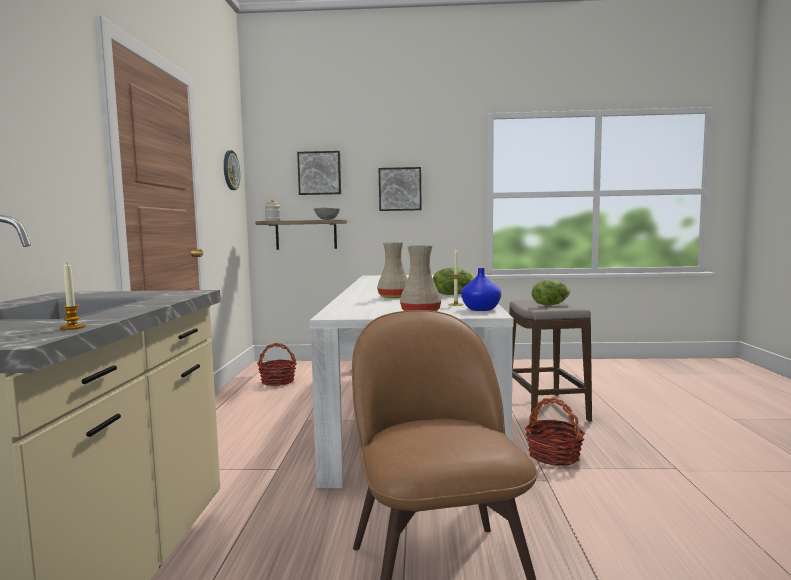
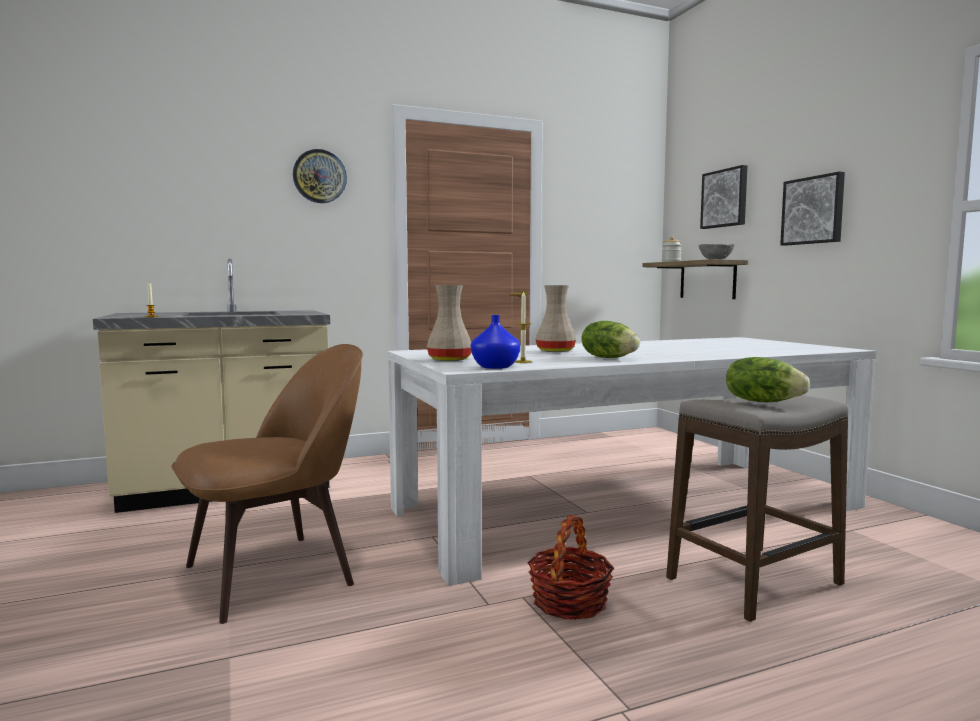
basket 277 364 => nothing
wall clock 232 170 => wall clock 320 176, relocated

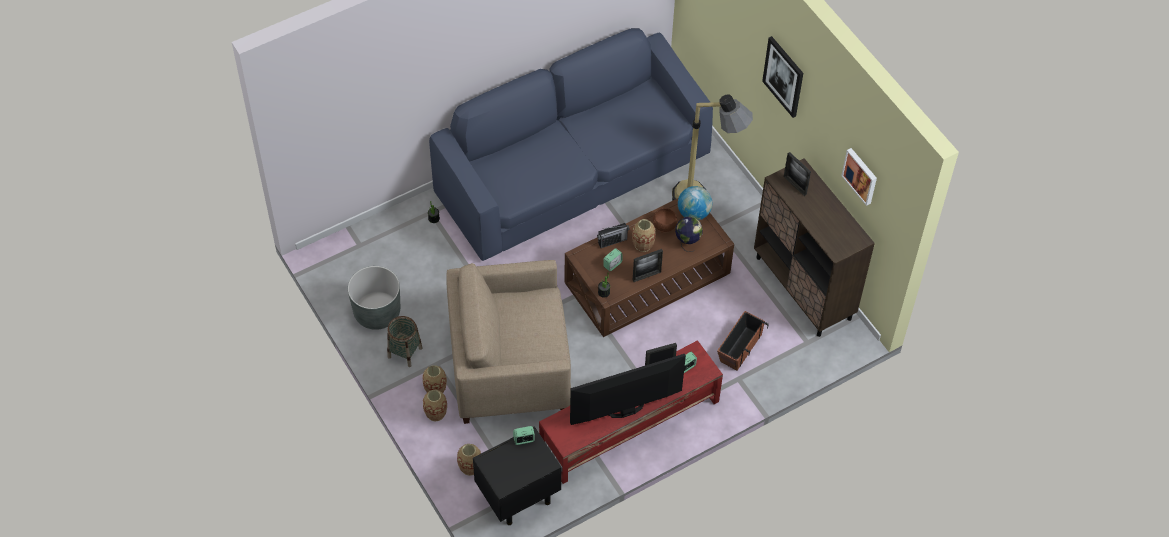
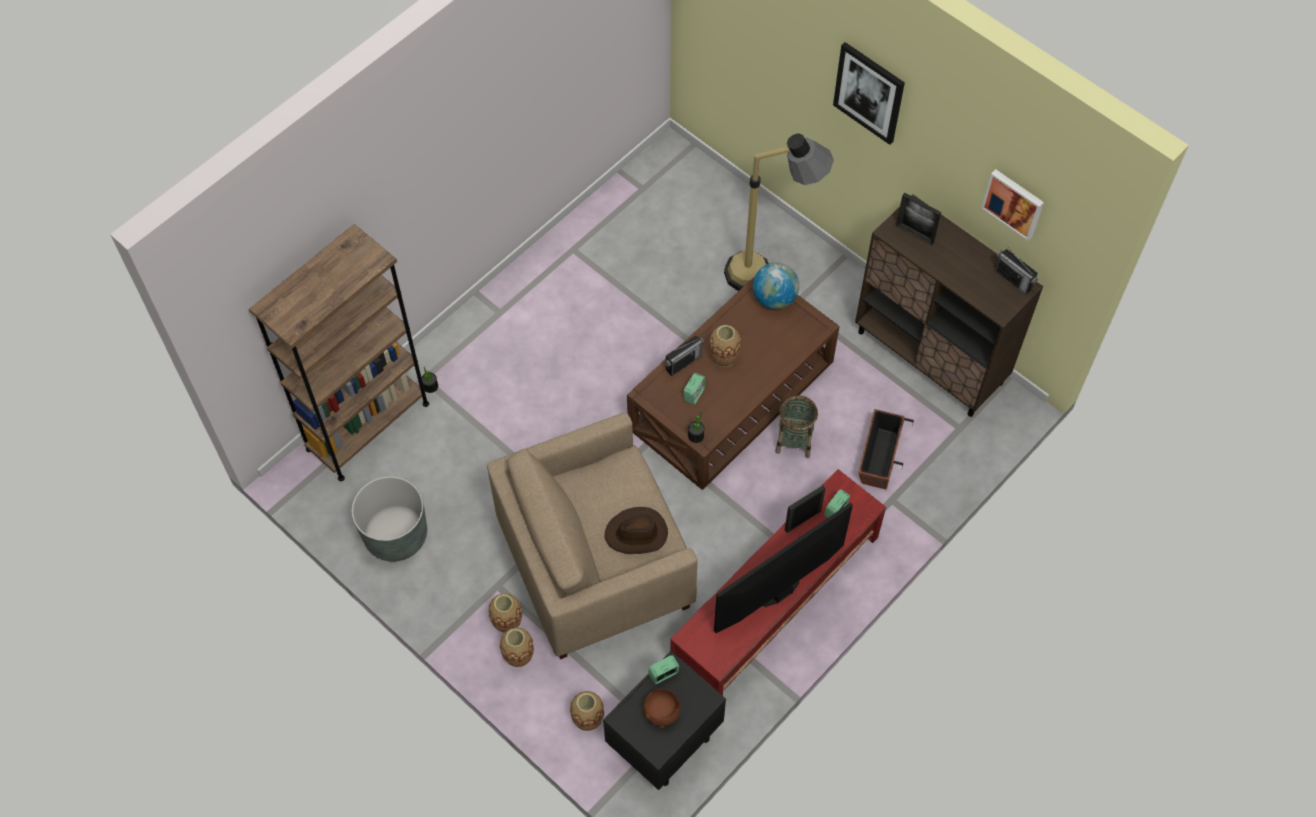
sofa (blue) 571 144 => nothing
picture frame 648 265 => nothing
globe 689 234 => nothing
nothing => bookcase (brown) 339 352
nothing => hat (brown) 636 530
nothing => radio 1016 271
basket 404 341 => basket 796 426, relocated
bowl (brown) 665 220 => bowl (brown) 662 708, relocated

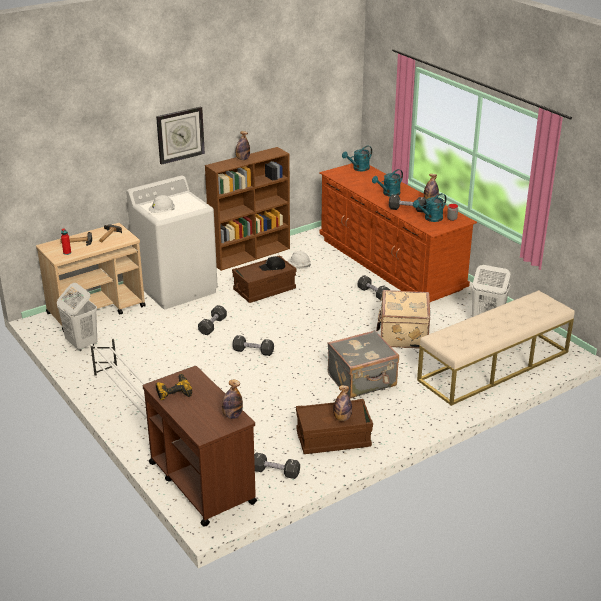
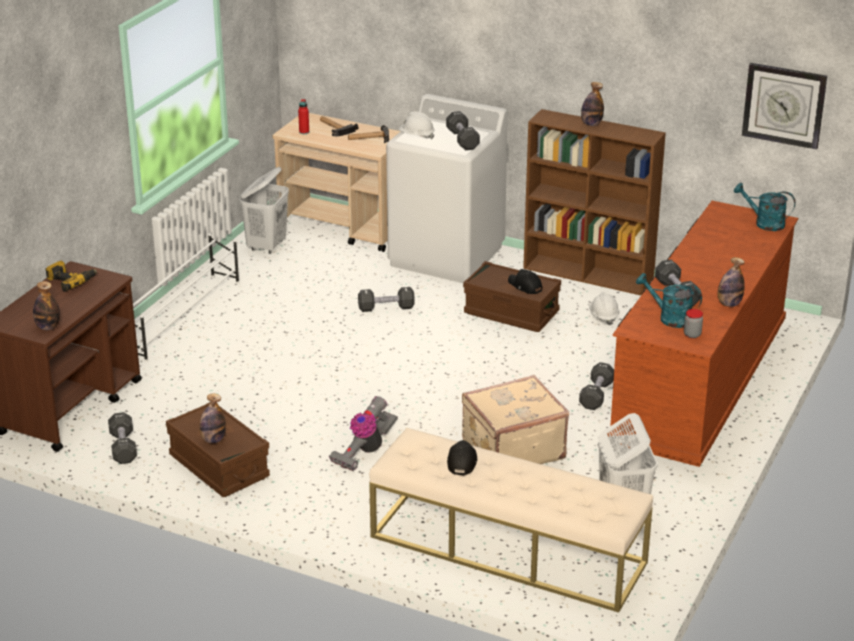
watering can (turquoise) 387 182 => nothing
nothing => cap (black) 462 458
wall clock 180 136 => wall clock 784 106, relocated
dumbbell (black) 253 345 => dumbbell (black) 463 130, relocated
suitcase (grey) 363 364 => vacuum cleaner 363 433

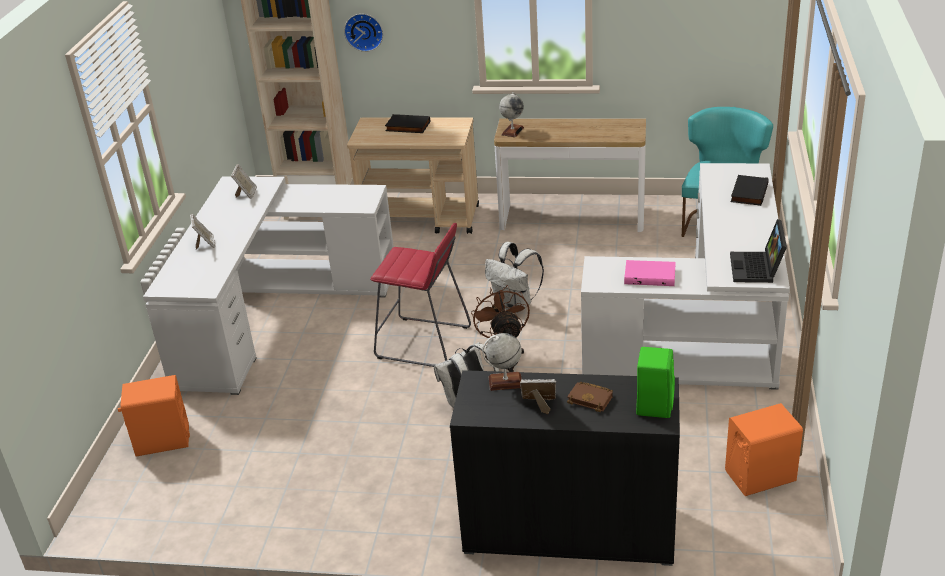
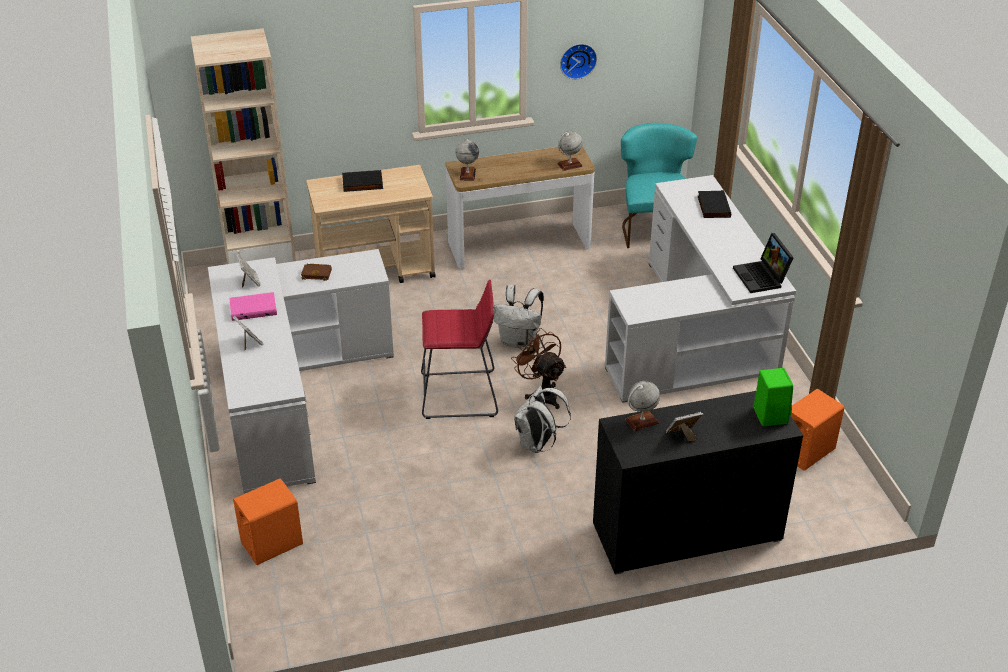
nothing => globe 570 151
wall clock 363 33 => wall clock 578 61, relocated
book (brown) 590 397 => book (brown) 316 272, relocated
book (pink) 650 273 => book (pink) 253 306, relocated

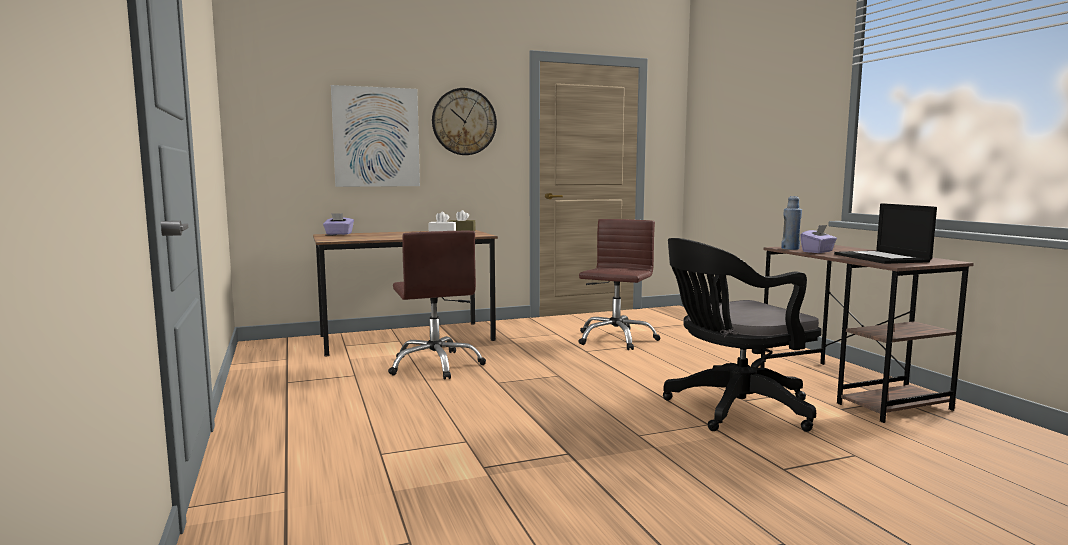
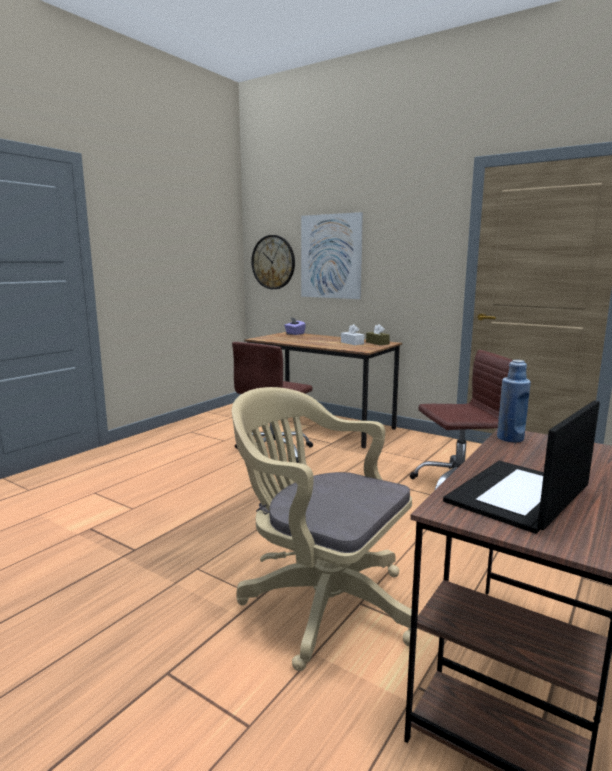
tissue box (purple) 818 239 => nothing
wall clock 464 121 => wall clock 273 262, relocated
office chair (black) 742 335 => office chair (beige) 324 529

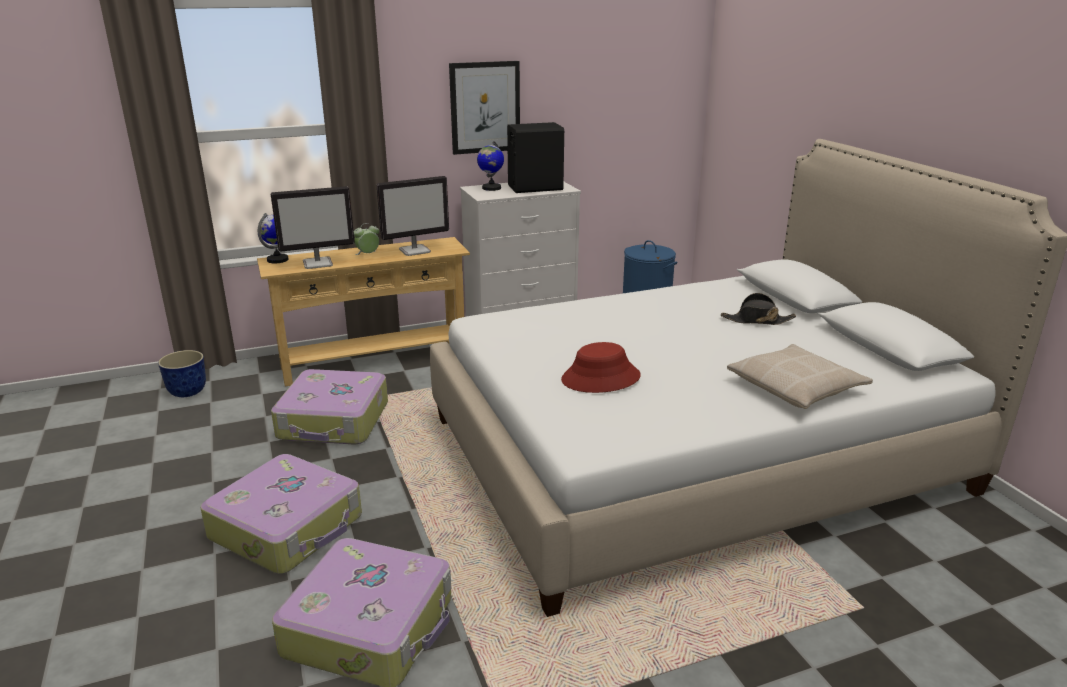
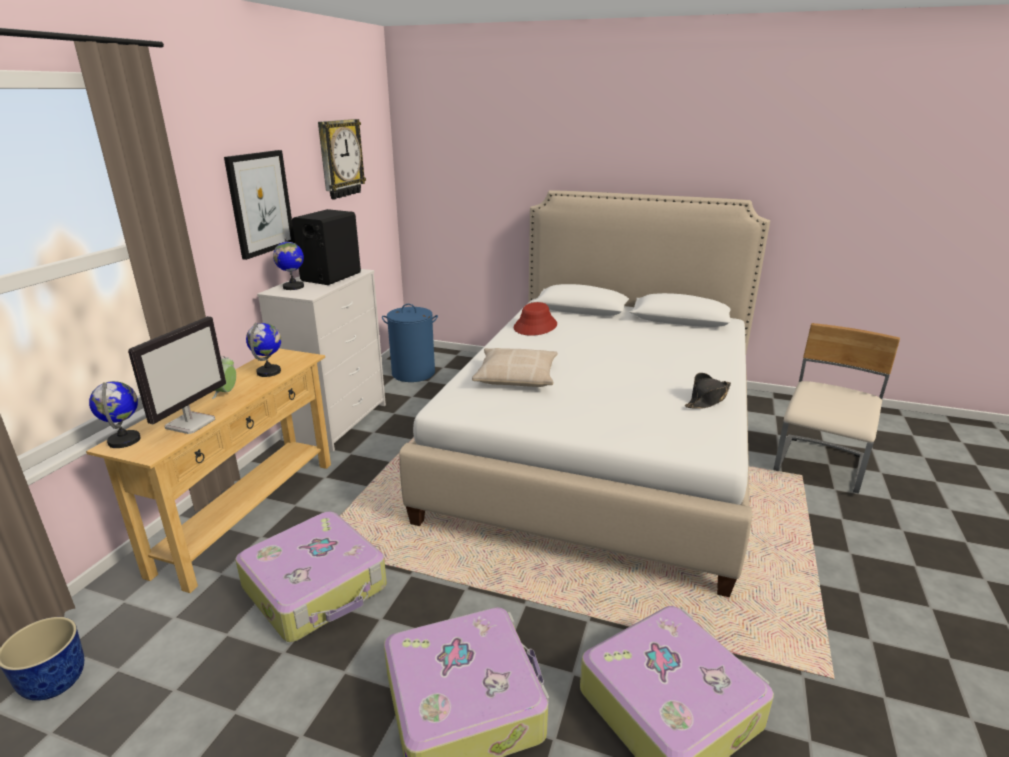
nothing => wall clock 342 159
nothing => chair (beige) 837 408
hat (red) 601 367 => hat (red) 535 319, relocated
hat (black) 758 309 => hat (black) 708 391, relocated
pillow (beige) 800 376 => pillow (beige) 515 367, relocated
monitor 412 216 => globe 263 349

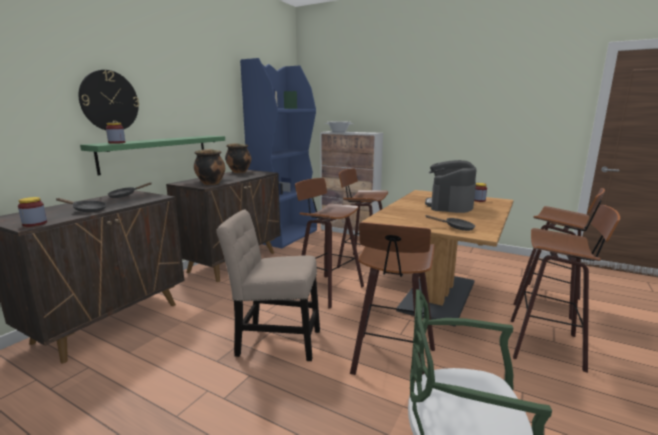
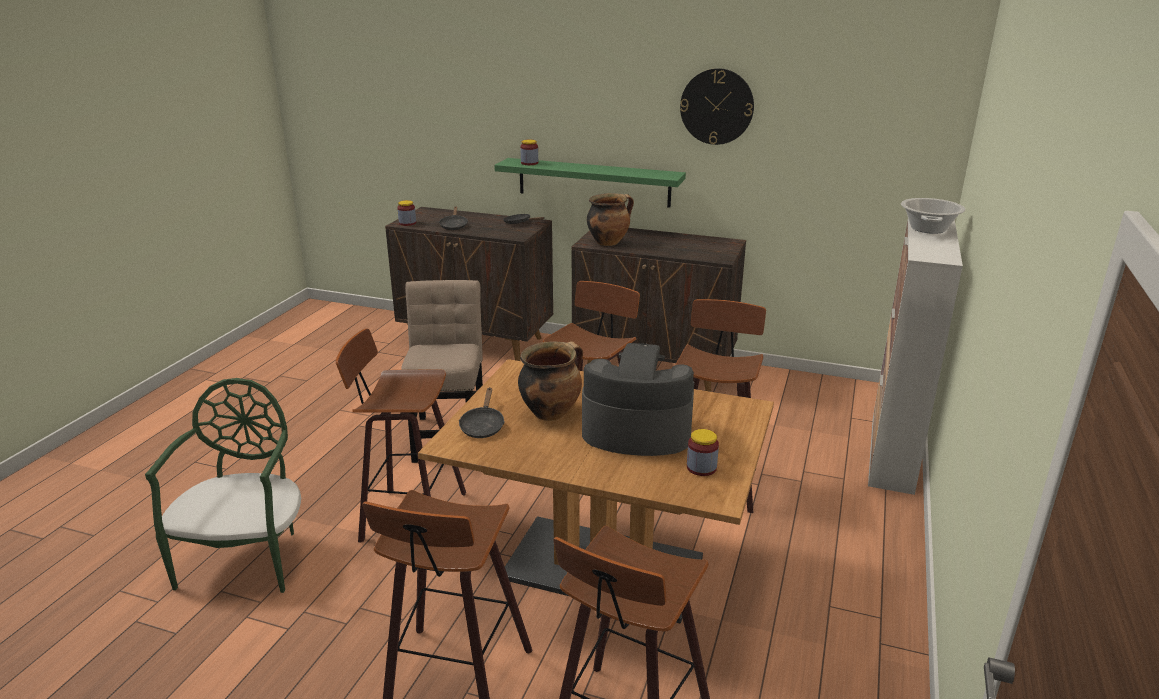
bookcase (blue) 278 153 => nothing
wall clock 109 100 => wall clock 717 106, relocated
cooking pot 238 158 => cooking pot 550 381, relocated

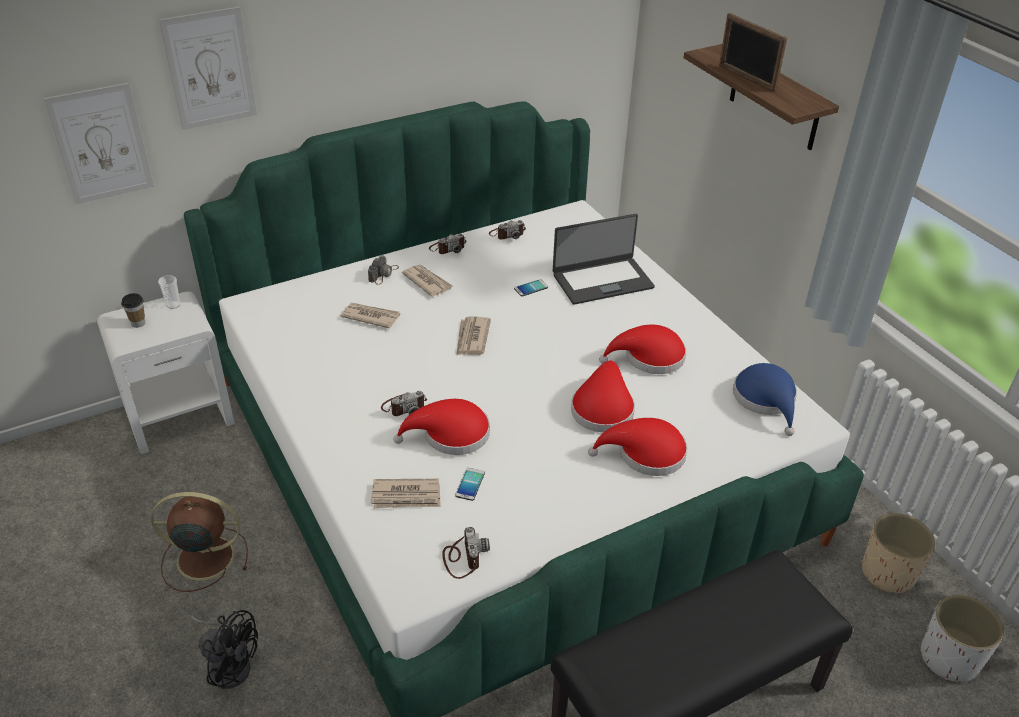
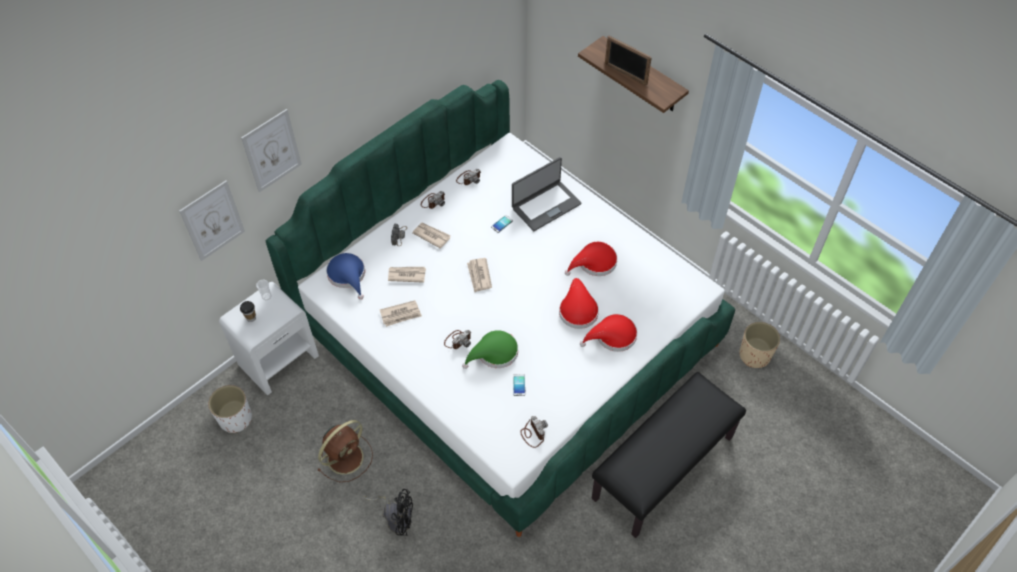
newspaper 406 494 => newspaper 401 313, relocated
hat (blue) 765 399 => hat (blue) 345 276, relocated
planter (white) 962 639 => planter (white) 230 409, relocated
hat (red) 441 427 => hat (green) 490 349
fan (brown) 199 542 => fan (brown) 345 451, 150 degrees clockwise

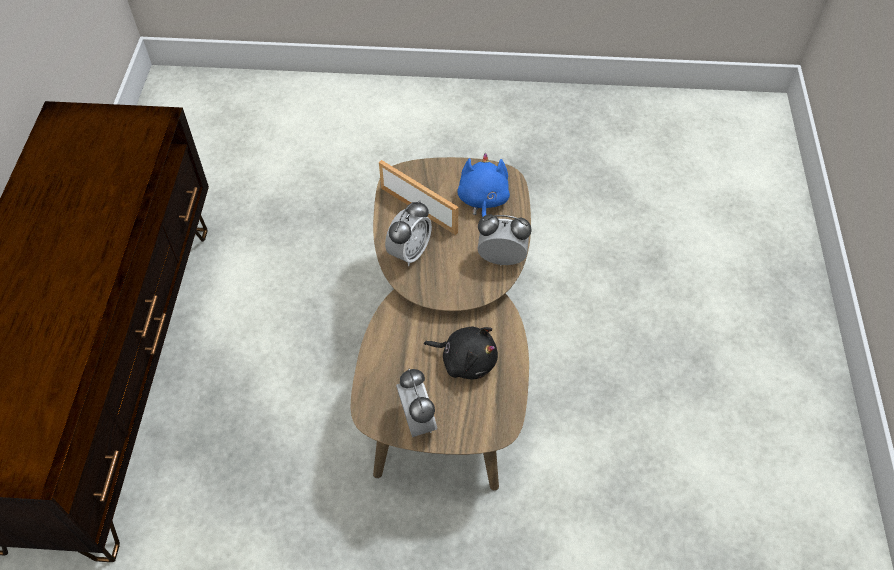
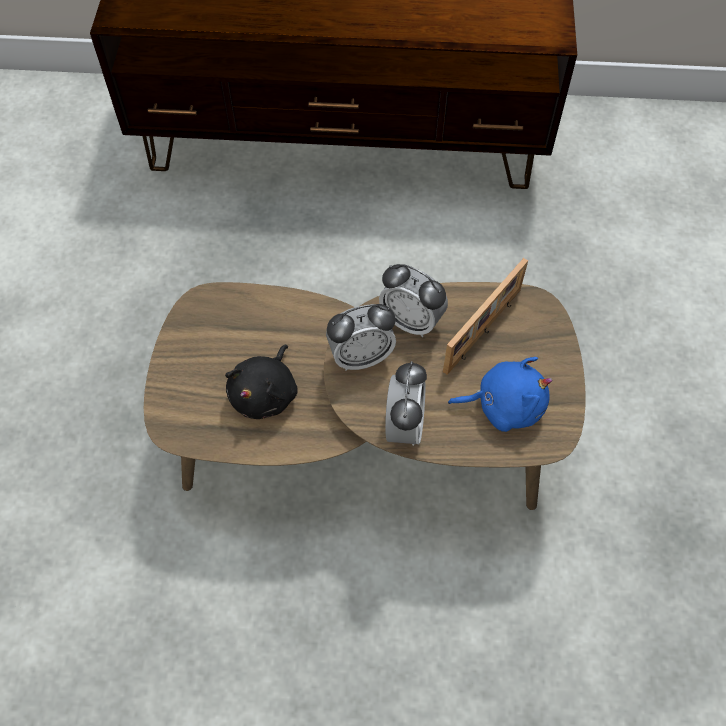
alarm clock 416 403 => alarm clock 361 337, relocated

